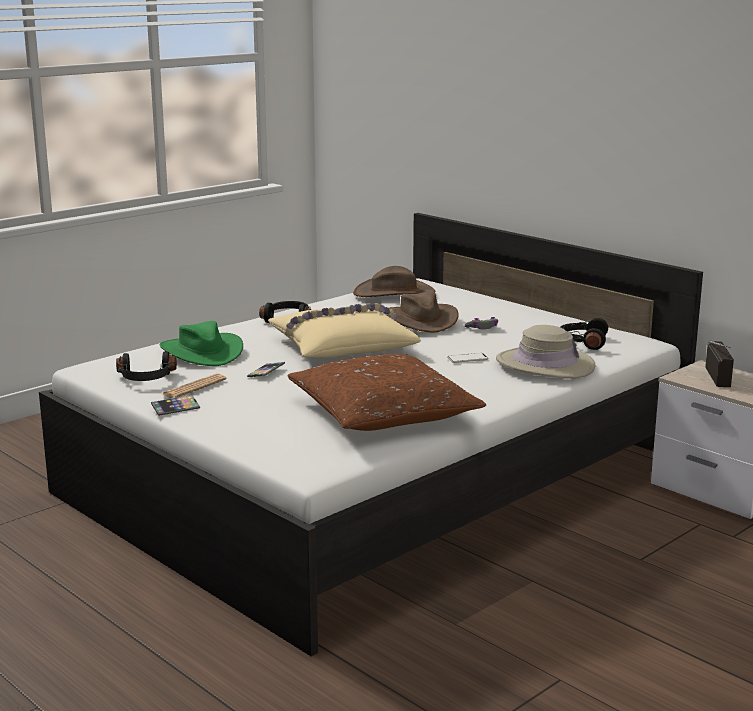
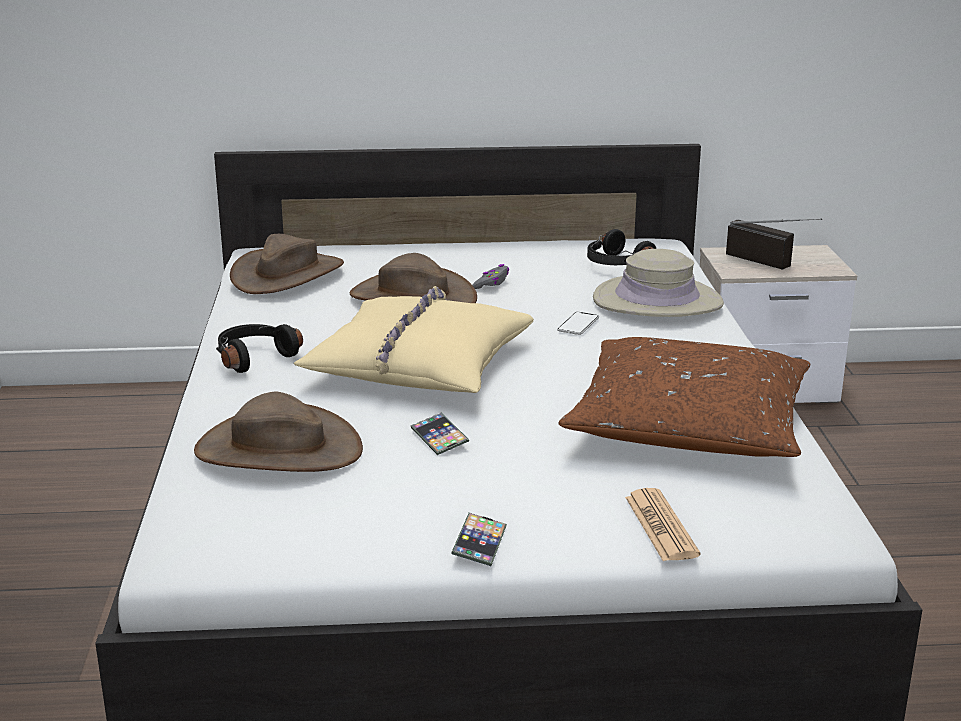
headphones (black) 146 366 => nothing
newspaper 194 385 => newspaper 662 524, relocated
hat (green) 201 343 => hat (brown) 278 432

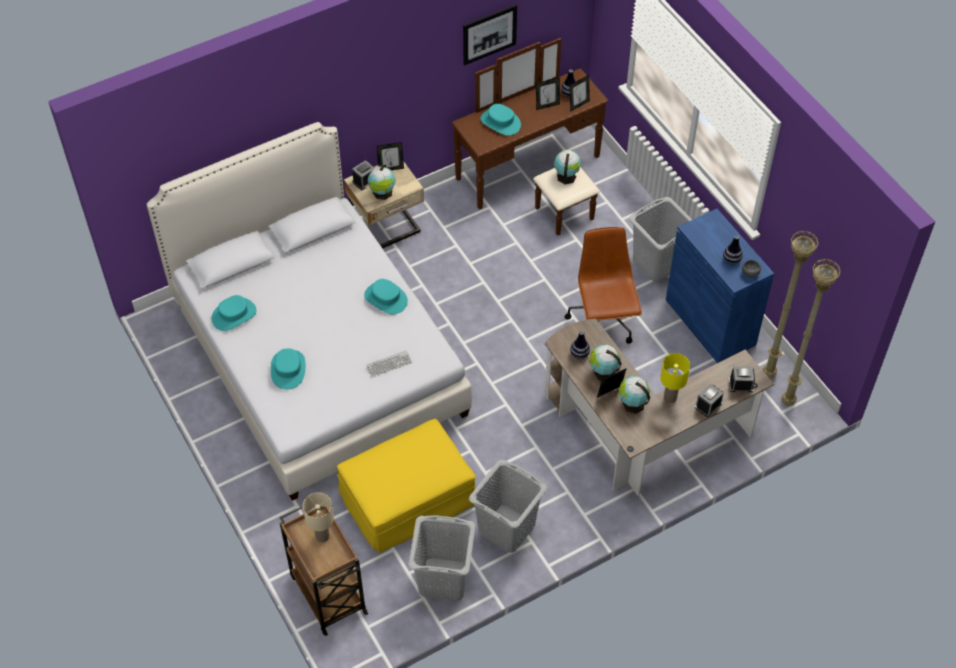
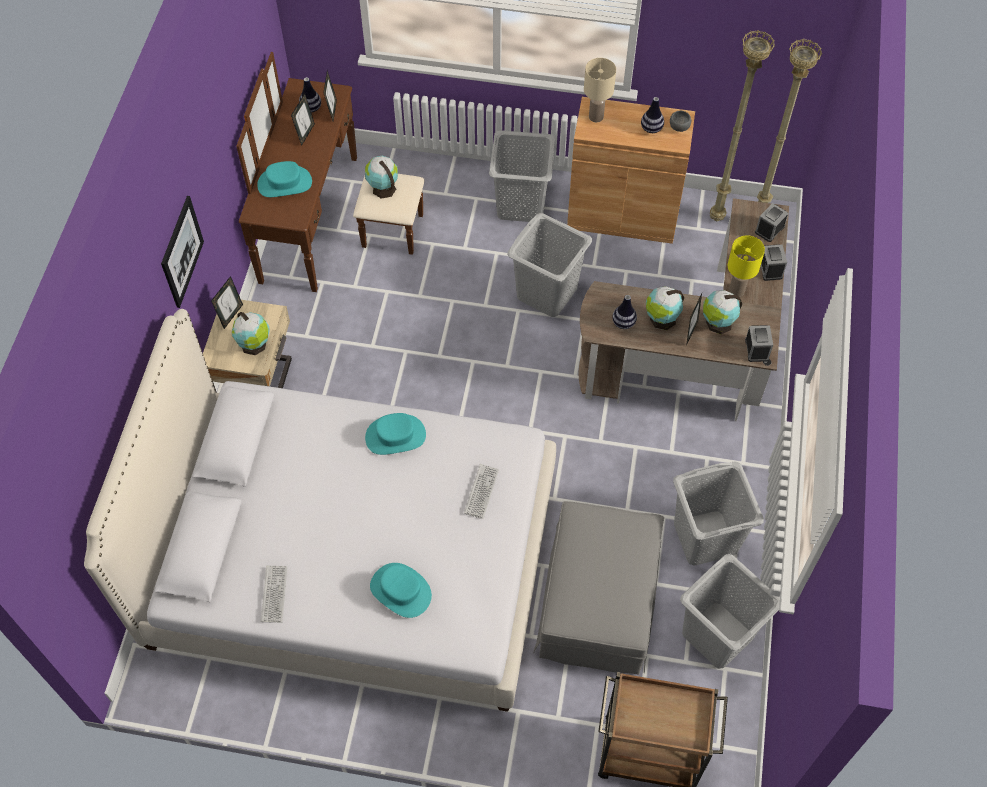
table lamp (beige) 318 517 => table lamp (beige) 600 90, relocated
alarm clock 363 175 => alarm clock 759 343, relocated
picture 490 34 => picture 182 252, relocated
hat (turquoise) 234 313 => keyboard 274 594
office chair (brown) 603 285 => laundry basket (grey) 549 265
ottoman (yellow) 406 486 => ottoman (grey) 599 587
cabinet (blue) 720 286 => cabinet (brown) 631 170

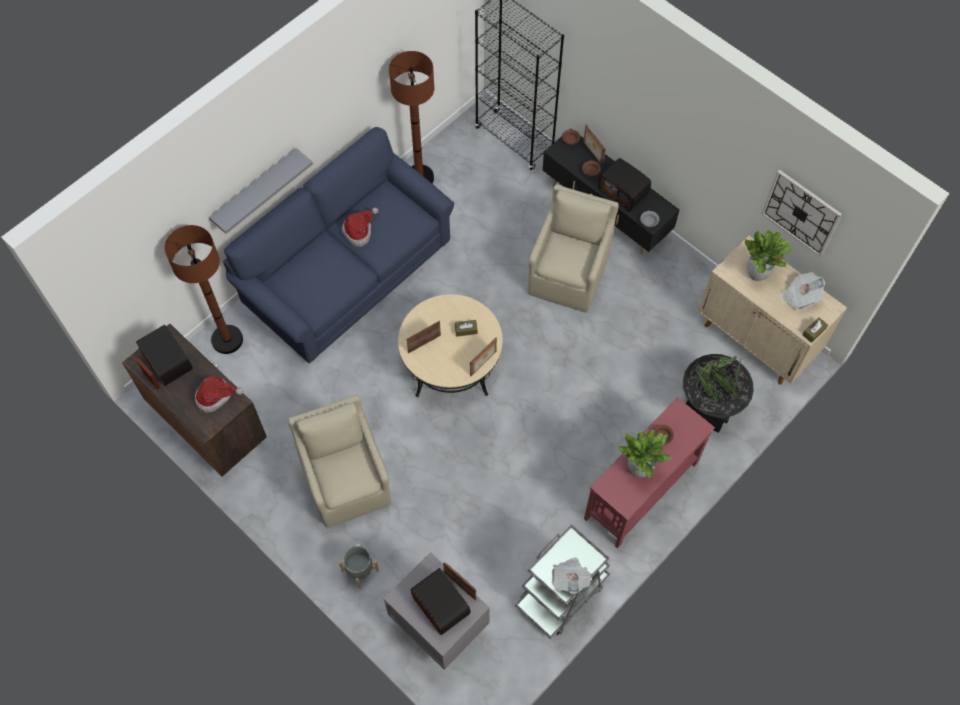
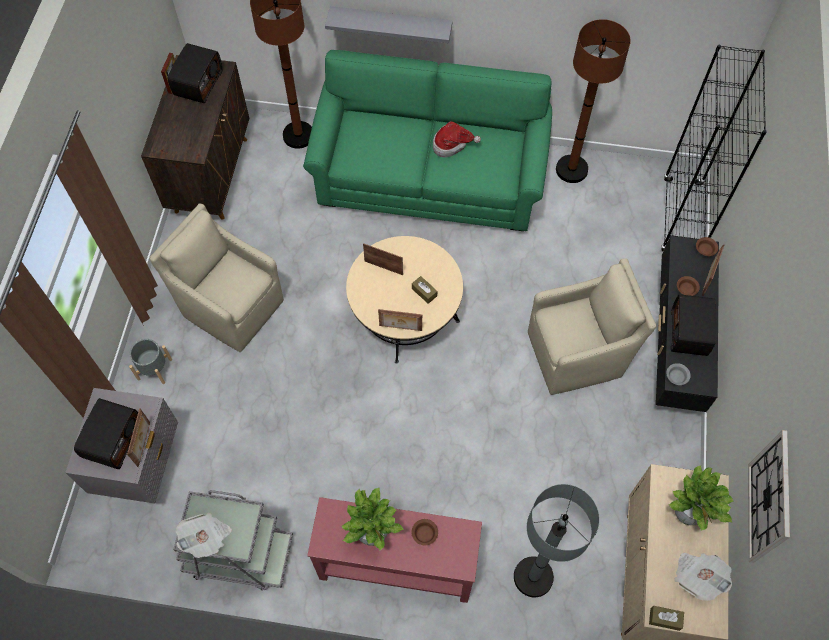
hat 219 394 => nothing
planter (black) 718 393 => floor lamp (grey) 557 540
sofa (blue) 338 245 => sofa (green) 427 140
armchair (beige) 339 461 => armchair (beige) 216 277, 90 degrees counterclockwise

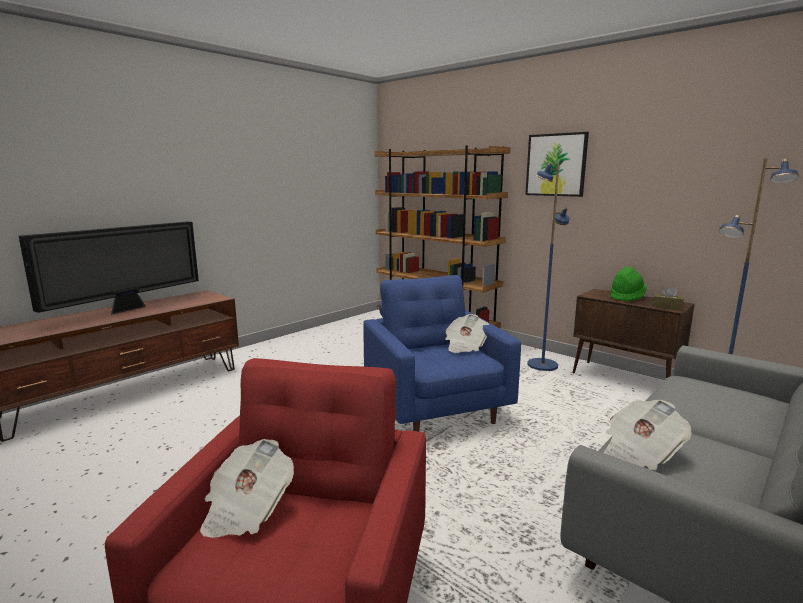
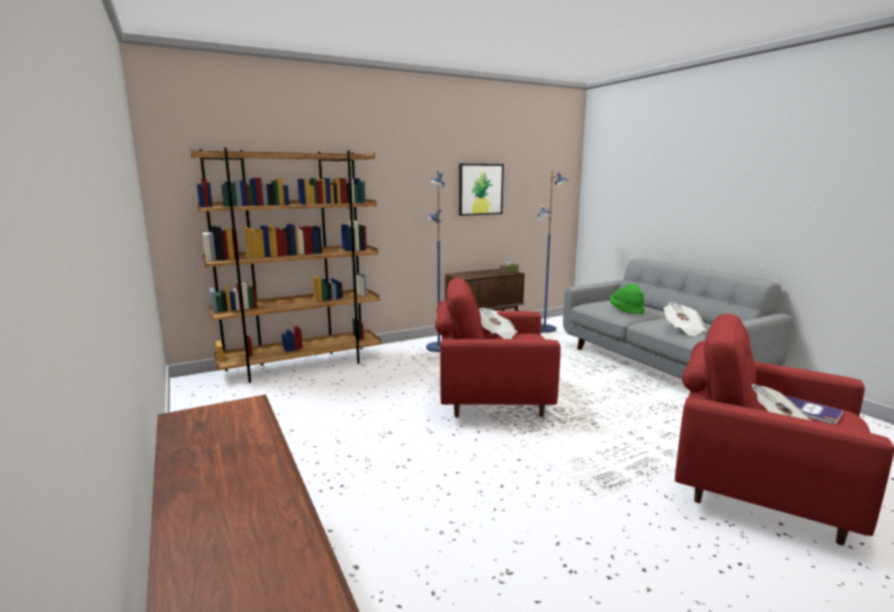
television 109 268 => nothing
nothing => book 814 410
picture 557 164 => picture 481 190, relocated
hat (green) 628 284 => hat (green) 627 299, relocated
armchair (blue) 442 353 => armchair (red) 498 348

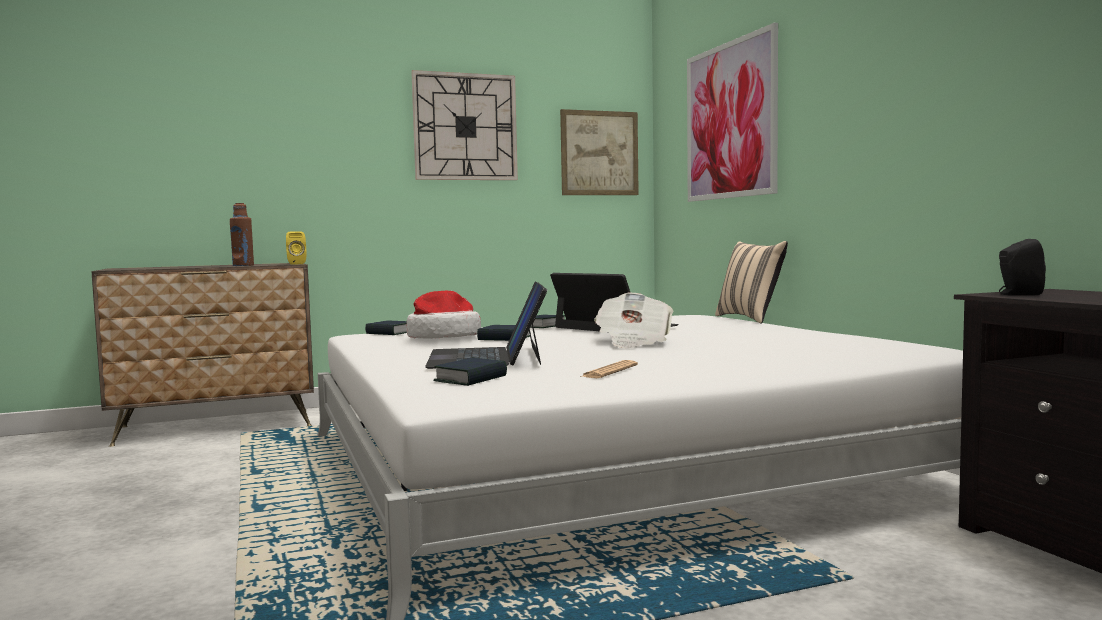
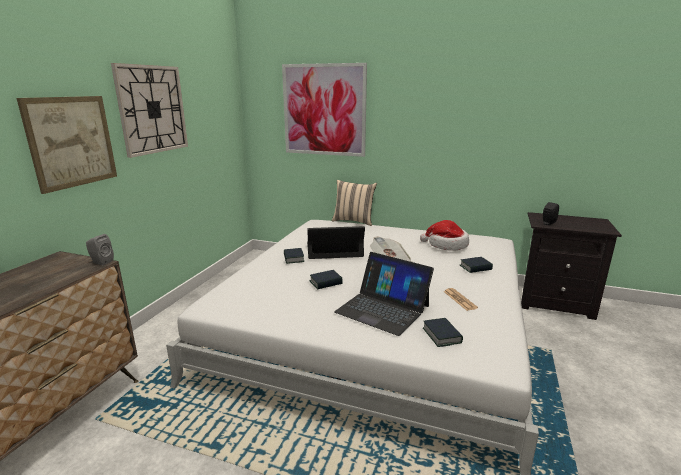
bottle (brown) 242 234 => nothing
book 386 327 => book 476 265, relocated
hat 443 315 => hat 444 235, relocated
picture 599 152 => picture 67 145, relocated
speaker (yellow) 296 248 => speaker (grey) 100 249

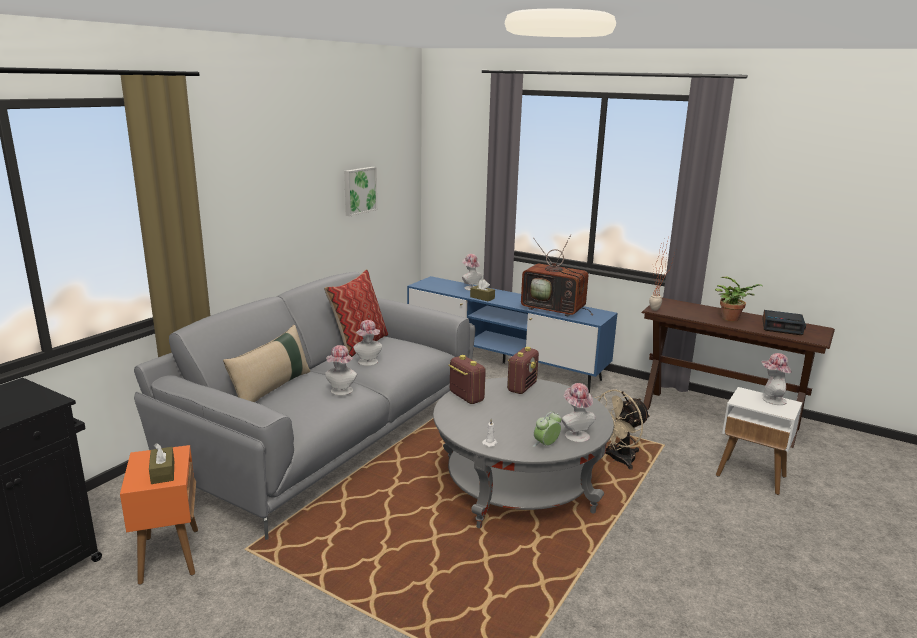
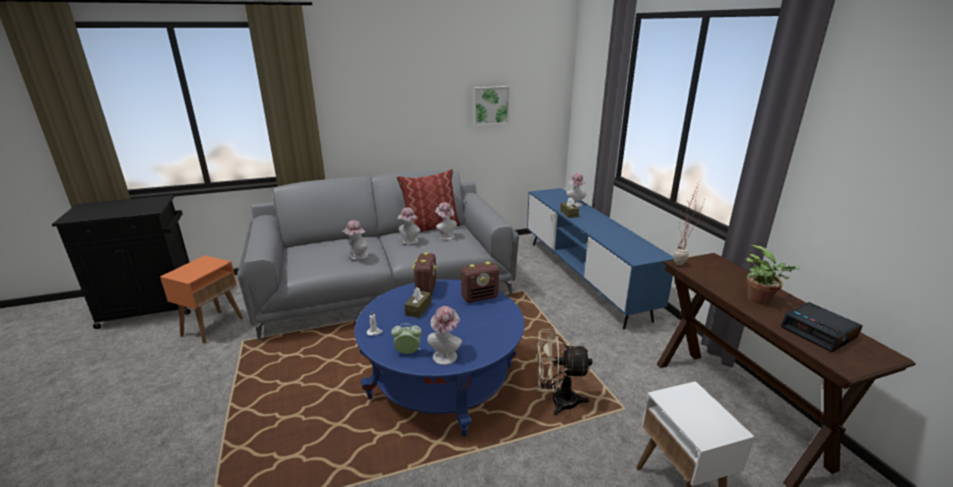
pillow (beige) 266 363 => nothing
television 557 275 => nothing
tissue box (brown) 161 463 => tissue box (brown) 417 302, relocated
hat 776 379 => hat 446 221, relocated
coffee table (grey) 523 452 => coffee table (blue) 439 357

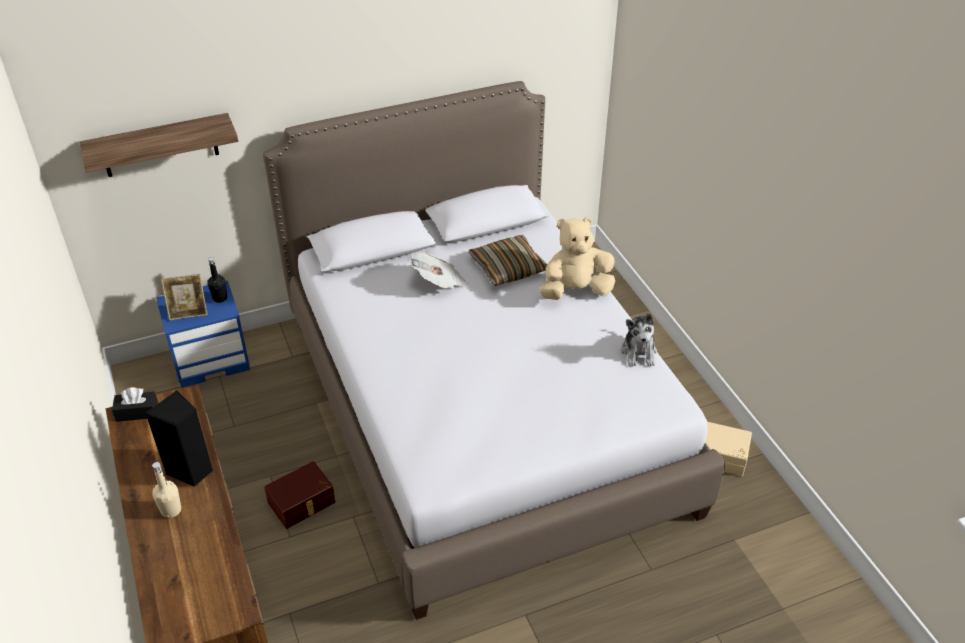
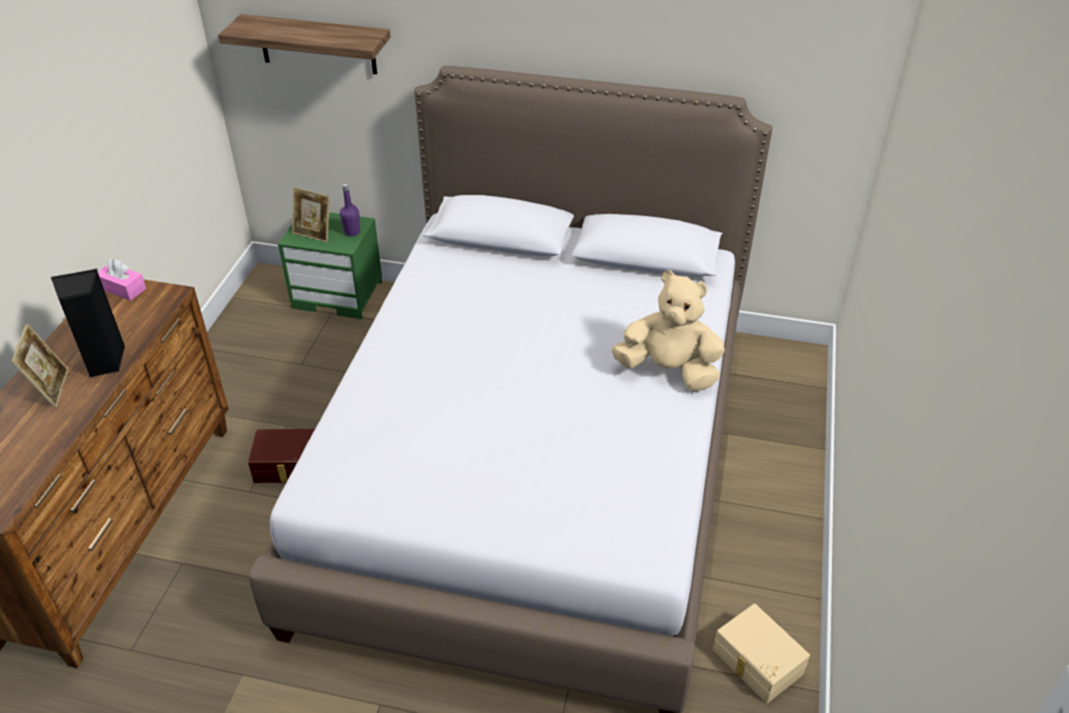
newspaper 438 270 => nothing
pillow 508 260 => nothing
plush toy 639 339 => nothing
bottle (beige) 166 490 => picture frame 39 366
tissue box (black) 135 404 => tissue box (pink) 122 280
nightstand (blue) 203 334 => nightstand (green) 330 265
bottle (black) 217 280 => bottle (purple) 350 209

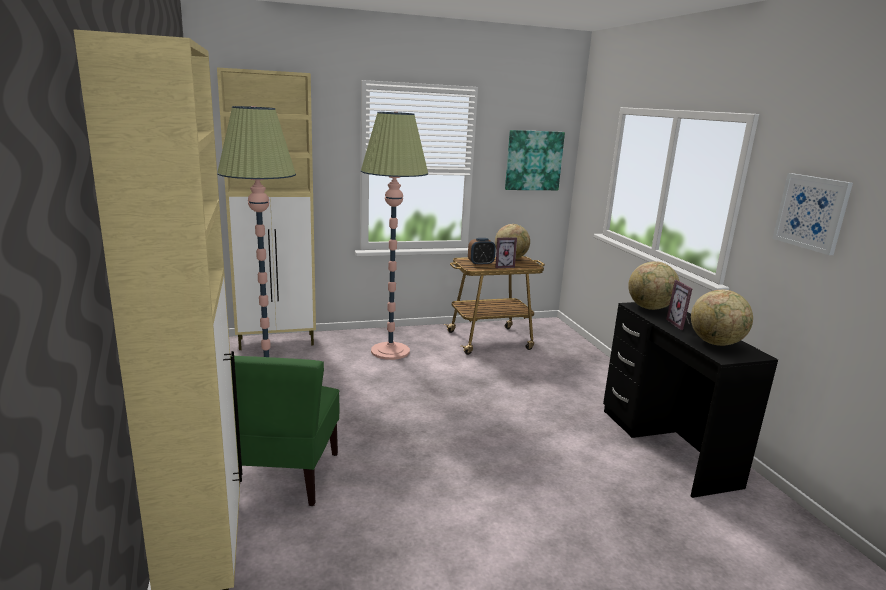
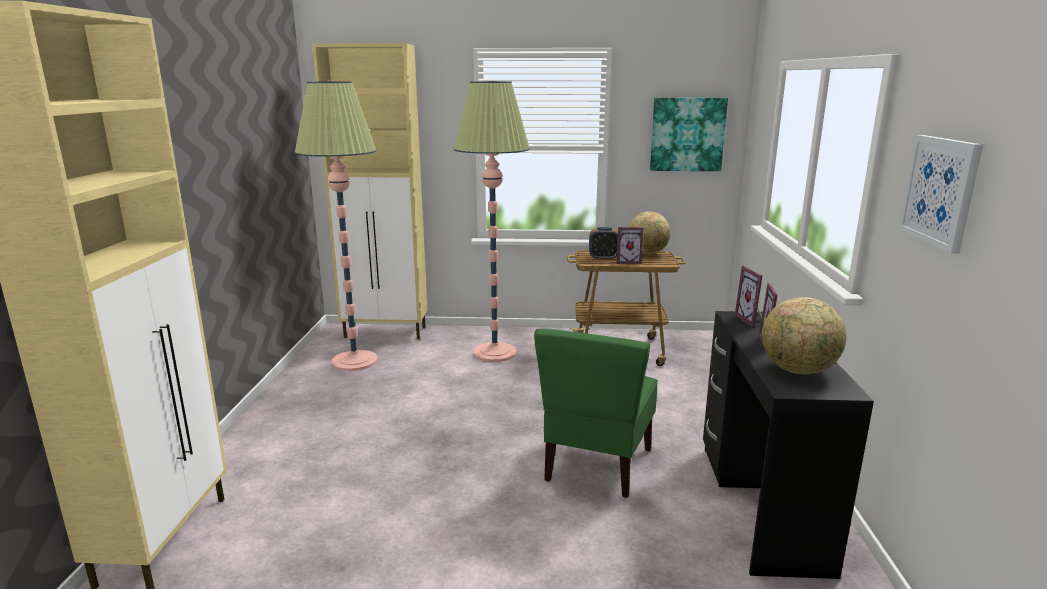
chair (green) 284 430 => chair (green) 596 413, relocated
globe 653 285 => picture frame 748 296

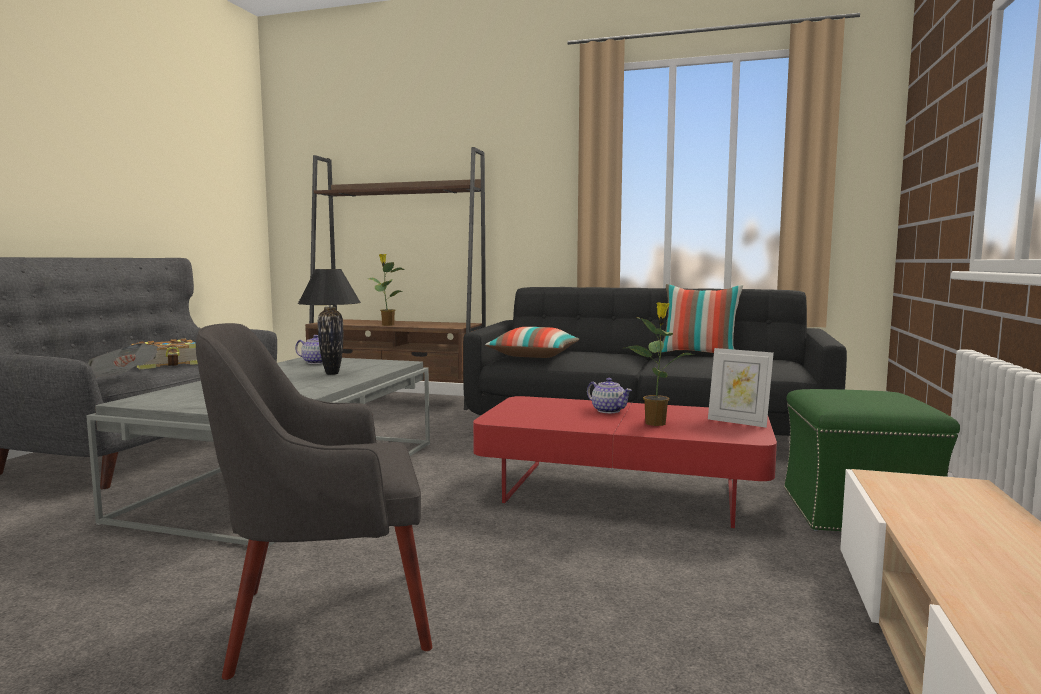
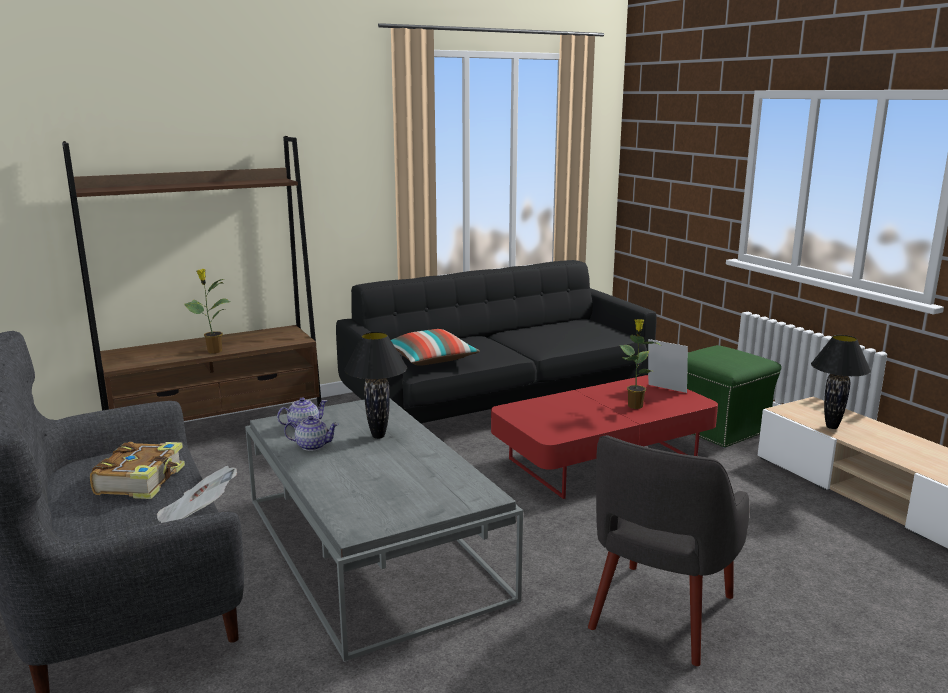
pillow 702 318 => nothing
nothing => table lamp (black) 841 382
teapot 609 395 => teapot 311 433, relocated
picture frame 741 388 => picture frame 668 366, 135 degrees counterclockwise

